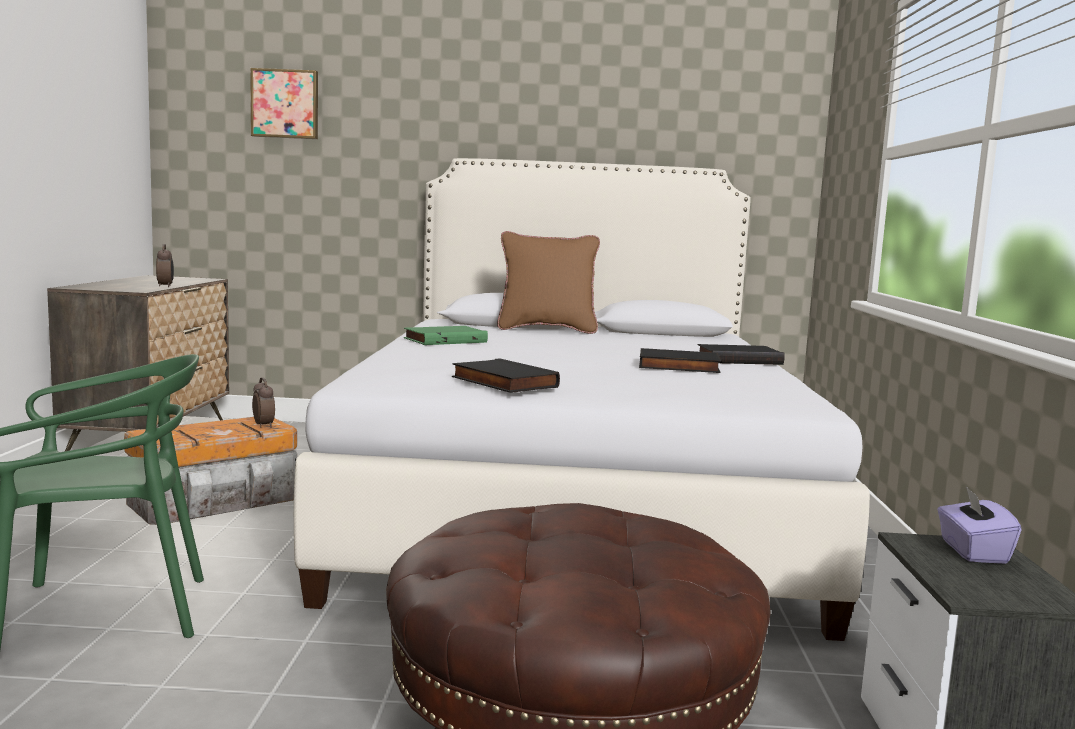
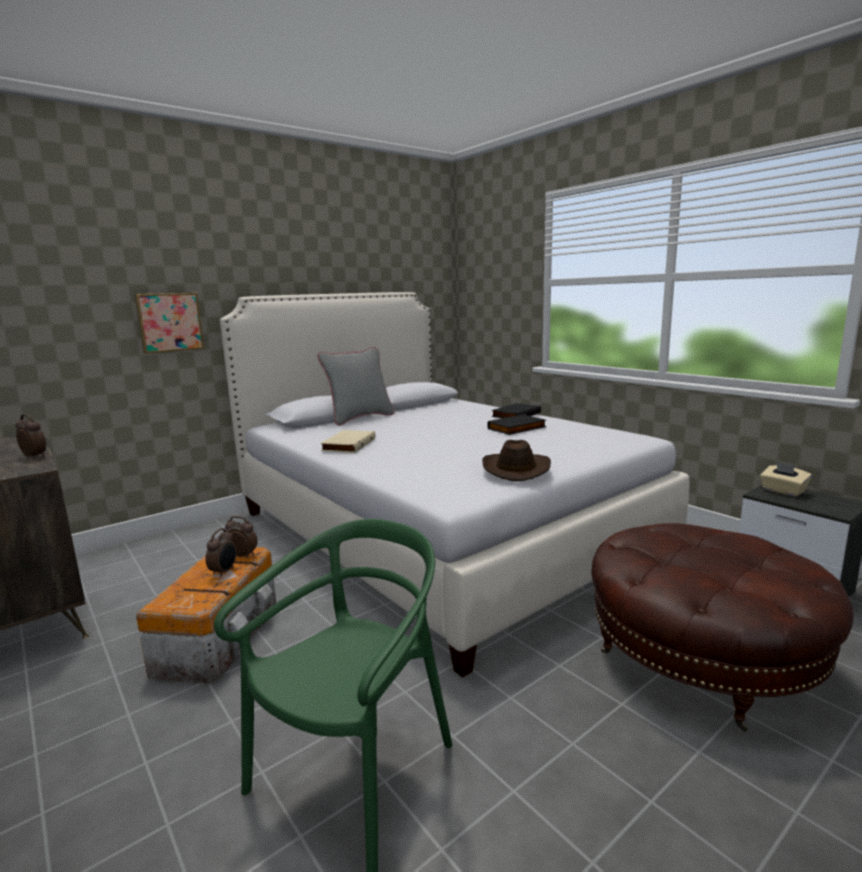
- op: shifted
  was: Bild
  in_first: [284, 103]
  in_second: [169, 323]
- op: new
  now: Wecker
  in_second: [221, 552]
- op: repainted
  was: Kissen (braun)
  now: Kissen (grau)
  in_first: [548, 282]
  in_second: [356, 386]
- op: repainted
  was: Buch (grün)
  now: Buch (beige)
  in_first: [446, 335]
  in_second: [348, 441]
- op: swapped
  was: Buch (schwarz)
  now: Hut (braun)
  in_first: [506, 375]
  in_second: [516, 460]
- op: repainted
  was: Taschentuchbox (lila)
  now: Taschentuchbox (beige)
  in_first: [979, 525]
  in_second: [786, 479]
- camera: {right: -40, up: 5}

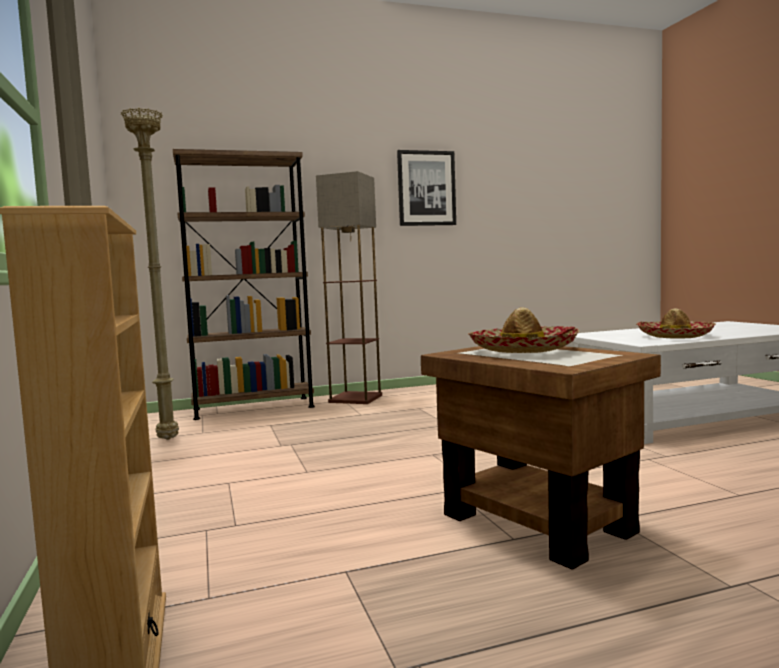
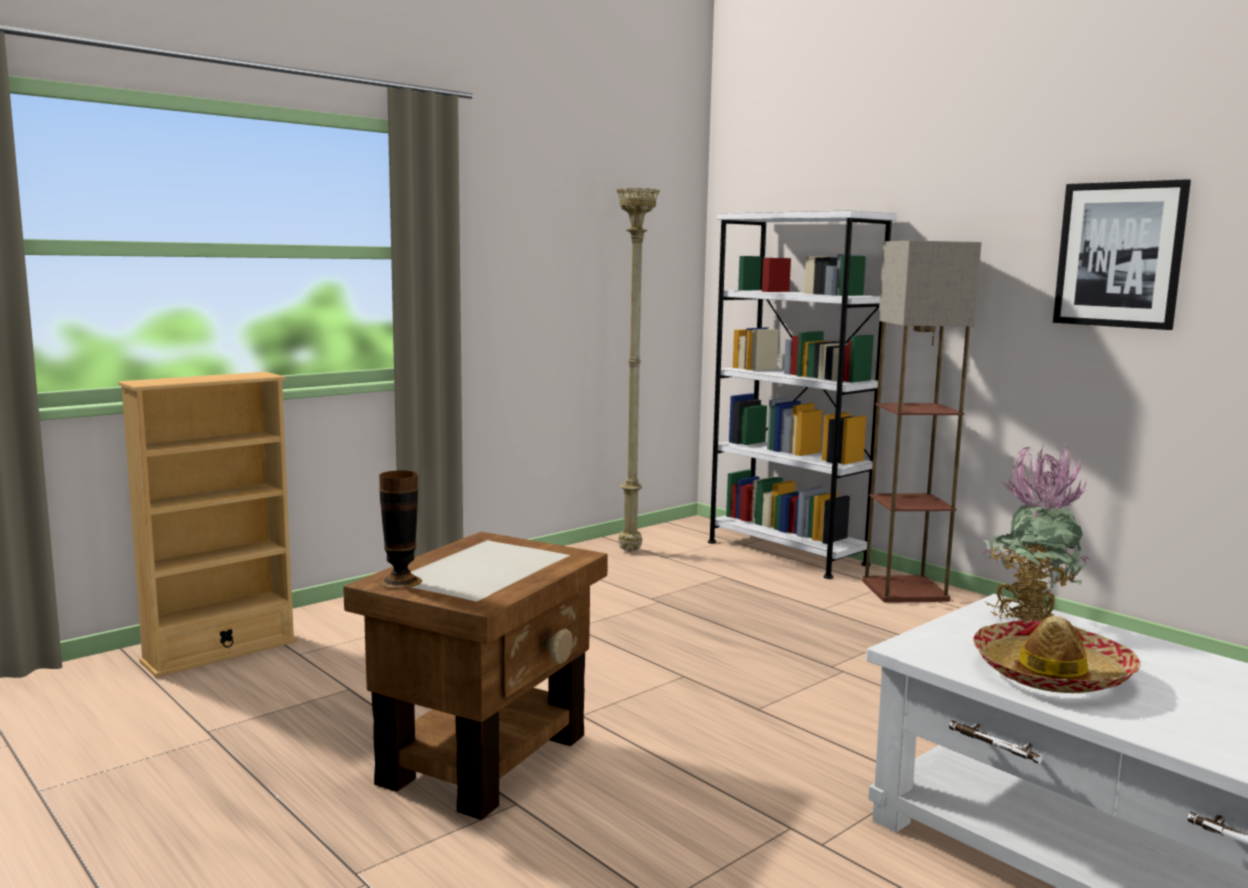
- op: new
  now: Vase
  in_second: [400, 529]
- op: repainted
  was: Bücherregal (braun)
  now: Bücherregal (weiß)
  in_first: [244, 284]
  in_second: [802, 394]
- op: new
  now: Topfpflanze
  in_second: [1036, 532]
- op: gone
  was: Hut
  in_first: [523, 330]
- camera: {right: 65, up: 5}

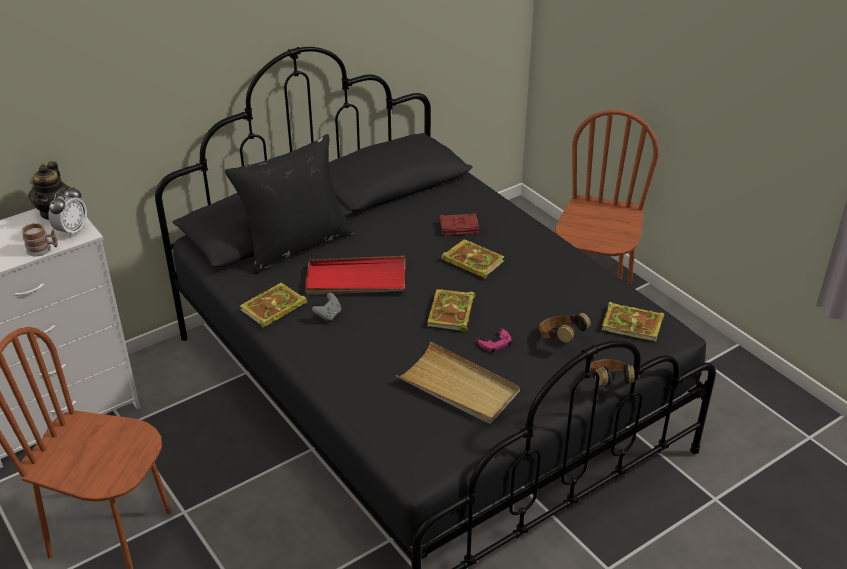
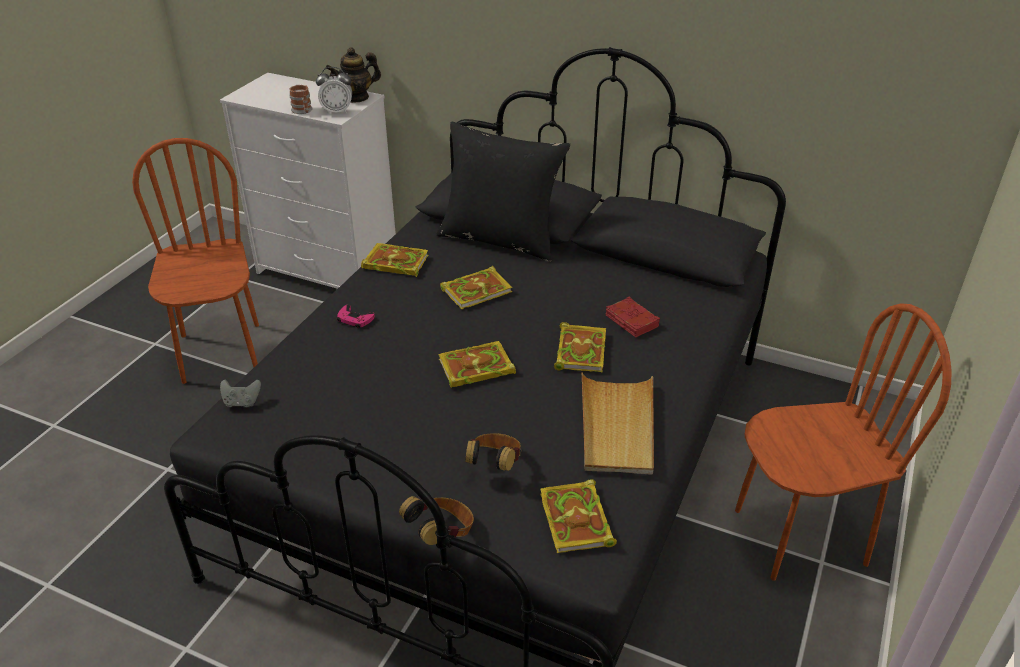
- op: shifted
  was: Gamepad (grau)
  in_first: [326, 307]
  in_second: [240, 393]
- op: shifted
  was: Gamepad (rosa)
  in_first: [495, 340]
  in_second: [356, 316]
- op: swapped
  was: Tablett (rot)
  now: Buch
  in_first: [355, 275]
  in_second: [476, 287]
- op: shifted
  was: Tablett (beige)
  in_first: [457, 383]
  in_second: [618, 423]
- camera: {right: 60, up: 0}

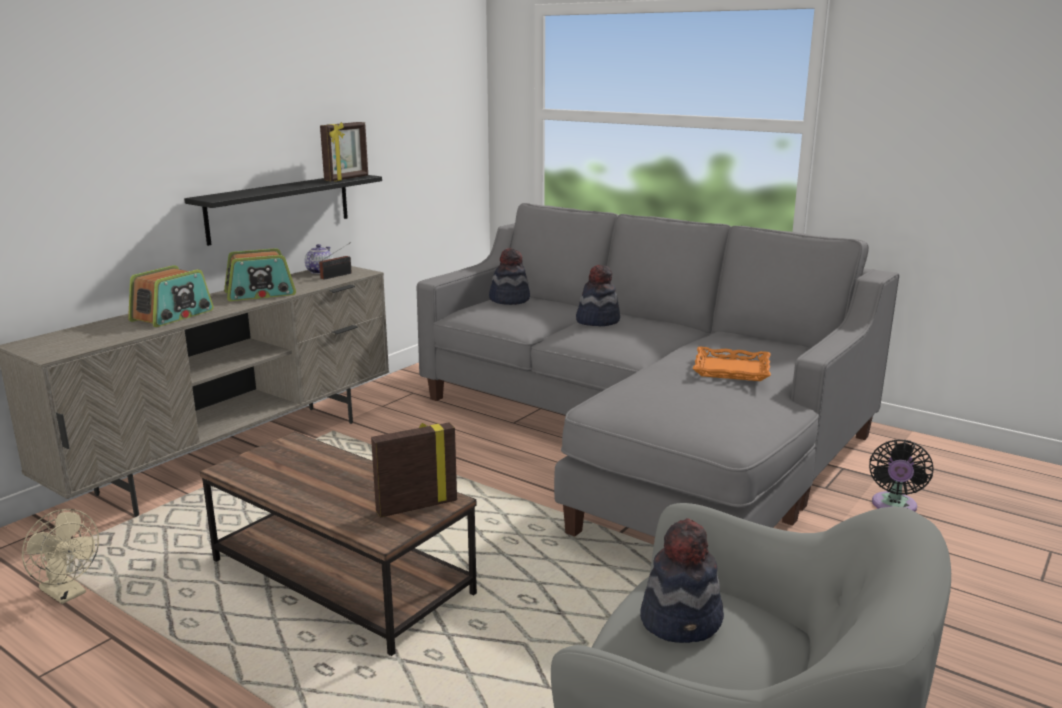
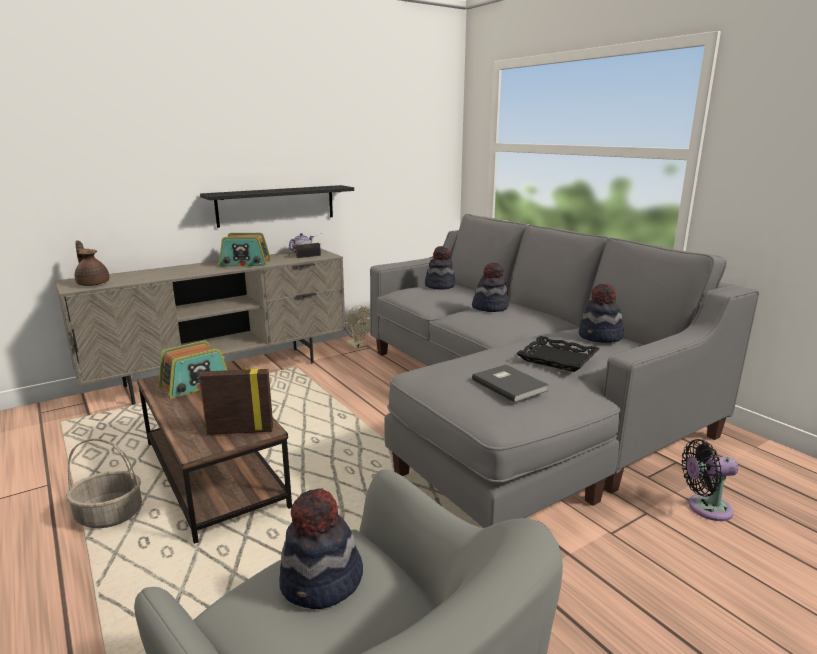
- op: new
  now: Korb
  in_second: [104, 483]
- op: new
  now: Teekanne (braun)
  in_second: [92, 263]
- op: shifted
  was: Radio
  in_first: [171, 296]
  in_second: [193, 369]
- op: shifted
  was: Ventilator (beige)
  in_first: [60, 556]
  in_second: [358, 327]
- op: new
  now: Buch (grau)
  in_second: [510, 383]
- op: repainted
  was: Tablett (orange)
  now: Tablett (schwarz)
  in_first: [732, 363]
  in_second: [558, 354]
- op: new
  now: Hut
  in_second: [601, 313]
- op: rotated
  was: Ventilator (schwarz)
  in_first: [901, 475]
  in_second: [709, 480]
  clockwise: 45
- op: gone
  was: Bilderrahmen
  in_first: [344, 151]
- camera: {right: 20, up: 0}

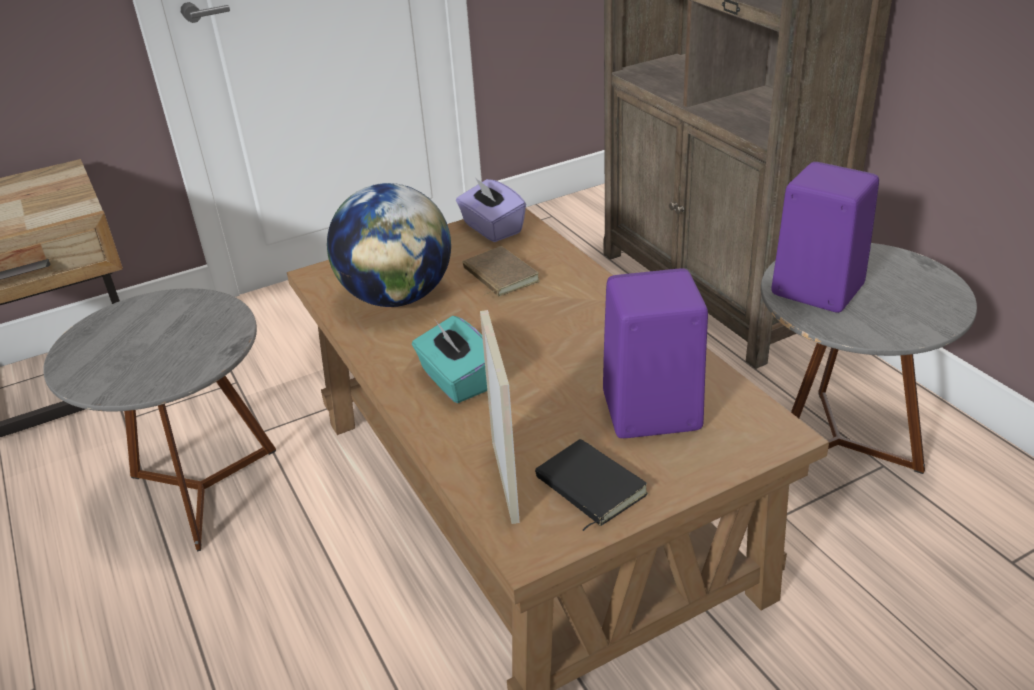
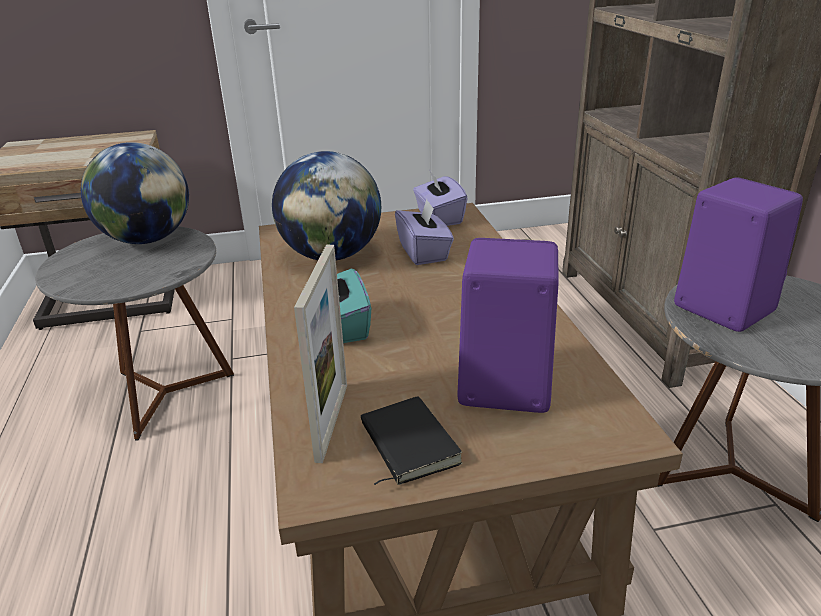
- op: new
  now: Globus
  in_second: [135, 193]
- op: swapped
  was: Buch (braun)
  now: Taschentuchbox (lila)
  in_first: [500, 271]
  in_second: [424, 232]
- camera: {right: 15, up: -5}

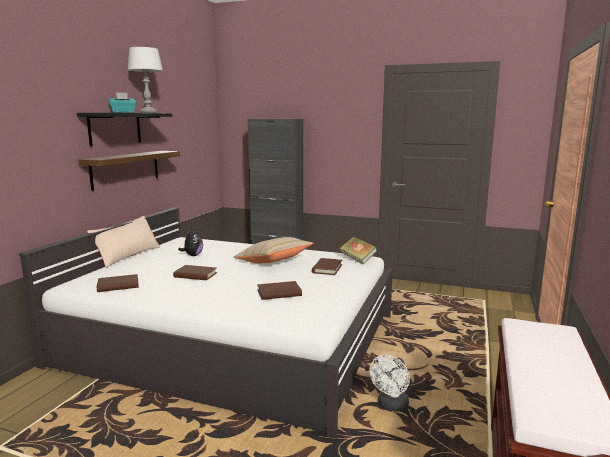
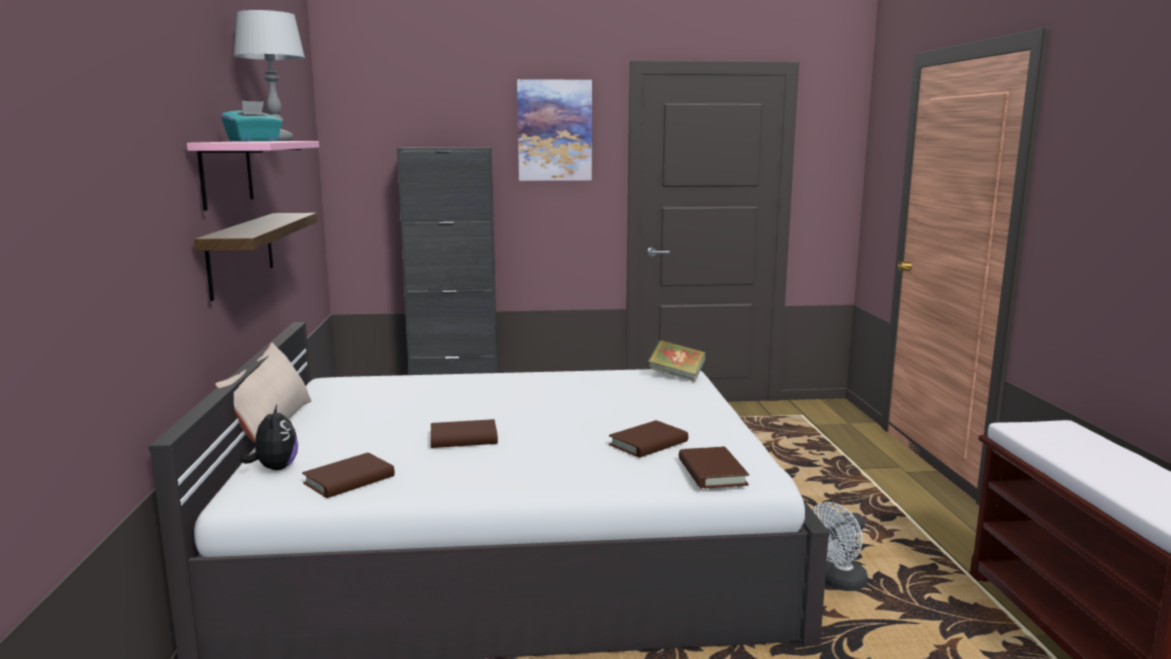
- op: repainted
  was: Wandregal (schwarz)
  now: Wandregal (rosa)
  in_first: [124, 129]
  in_second: [253, 176]
- op: shifted
  was: Plüschtier
  in_first: [190, 242]
  in_second: [269, 437]
- op: new
  now: Bild
  in_second: [554, 130]
- op: shifted
  was: Buch (braun)
  in_first: [327, 266]
  in_second: [714, 468]
- op: rotated
  was: Ventilator (weiß)
  in_first: [389, 383]
  in_second: [840, 546]
  clockwise: 45
- op: gone
  was: Kissen (beige)
  in_first: [273, 250]
- camera: {right: -25, up: 0}

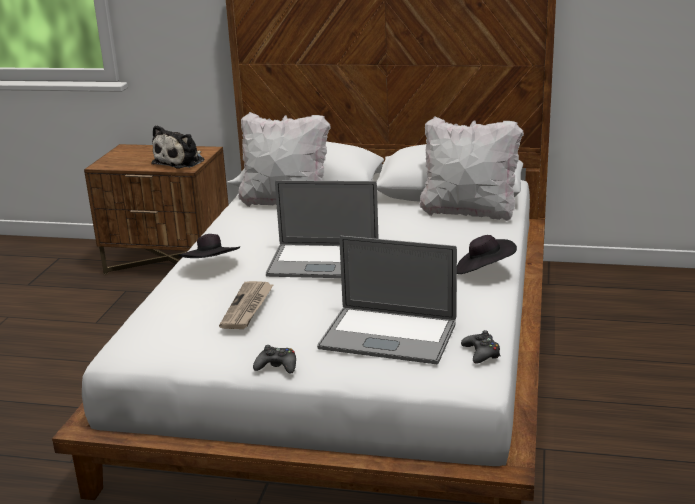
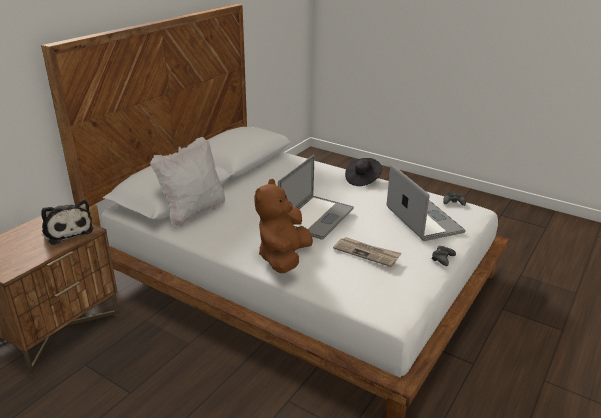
- op: swapped
  was: Hut (schwarz)
  now: Plüschtier (braun)
  in_first: [209, 246]
  in_second: [283, 226]
- op: rotated
  was: Laptop
  in_first: [387, 300]
  in_second: [426, 202]
  clockwise: -60
- op: gone
  was: Kissen (weiß)
  in_first: [471, 168]
- camera: {right: -70, up: 5}

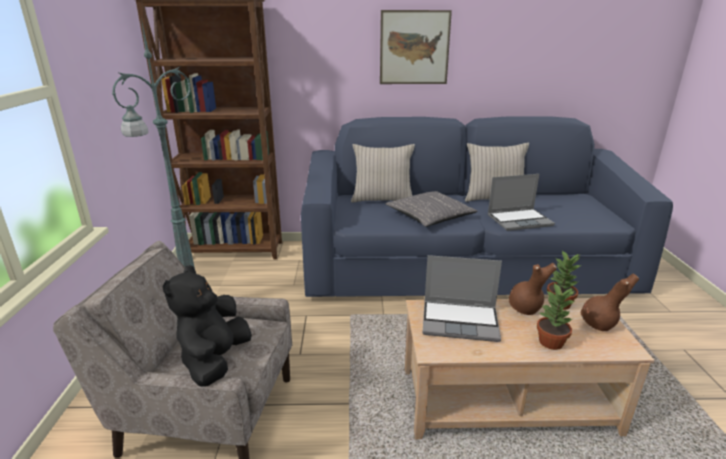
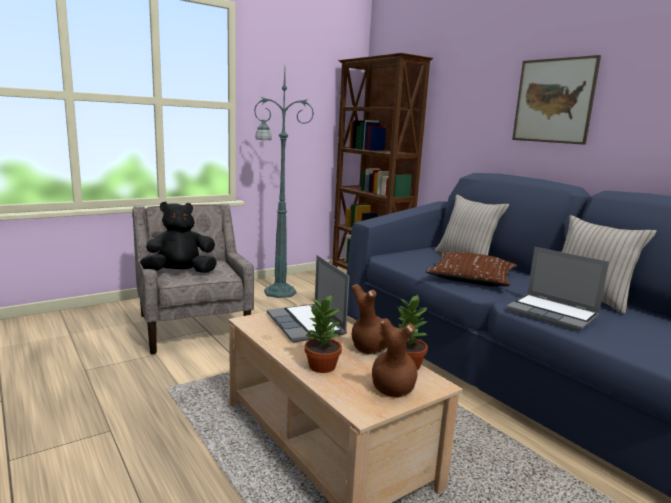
- op: repainted
  was: Kissen (grau)
  now: Kissen (braun)
  in_first: [431, 209]
  in_second: [471, 269]
- camera: {right: 55, up: -10}

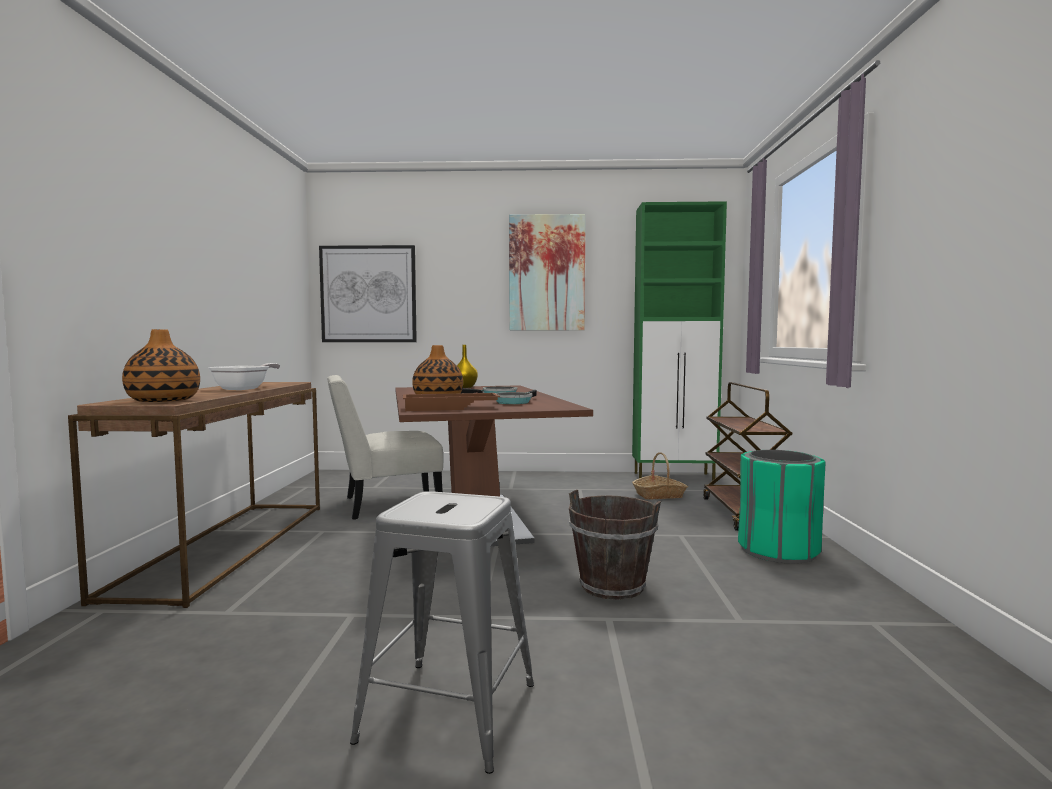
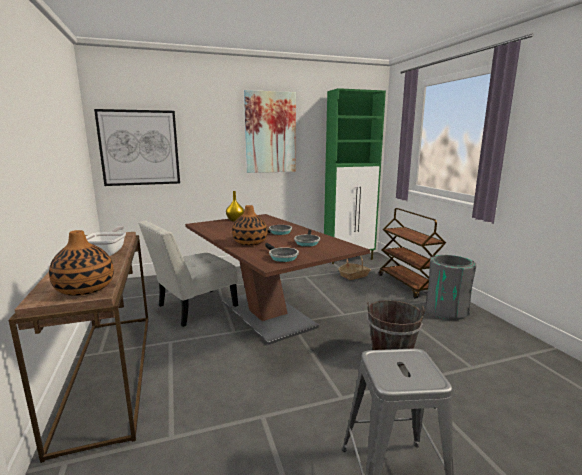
- op: swapped
  was: Tablett (braun)
  now: Pfanne
  in_first: [451, 402]
  in_second: [282, 252]
- op: repainted
  was: Mülleimer (grün)
  now: Mülleimer (grau)
  in_first: [781, 507]
  in_second: [450, 287]
- camera: {right: -20, up: 10}

